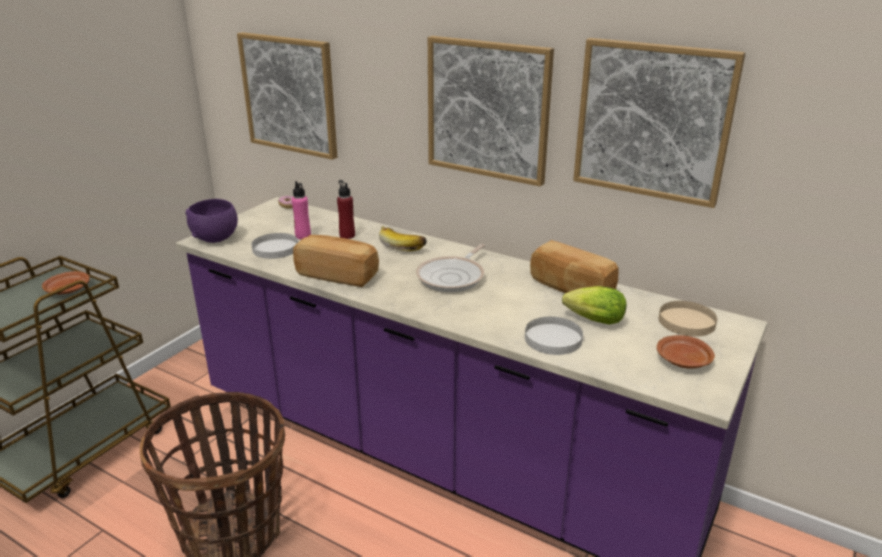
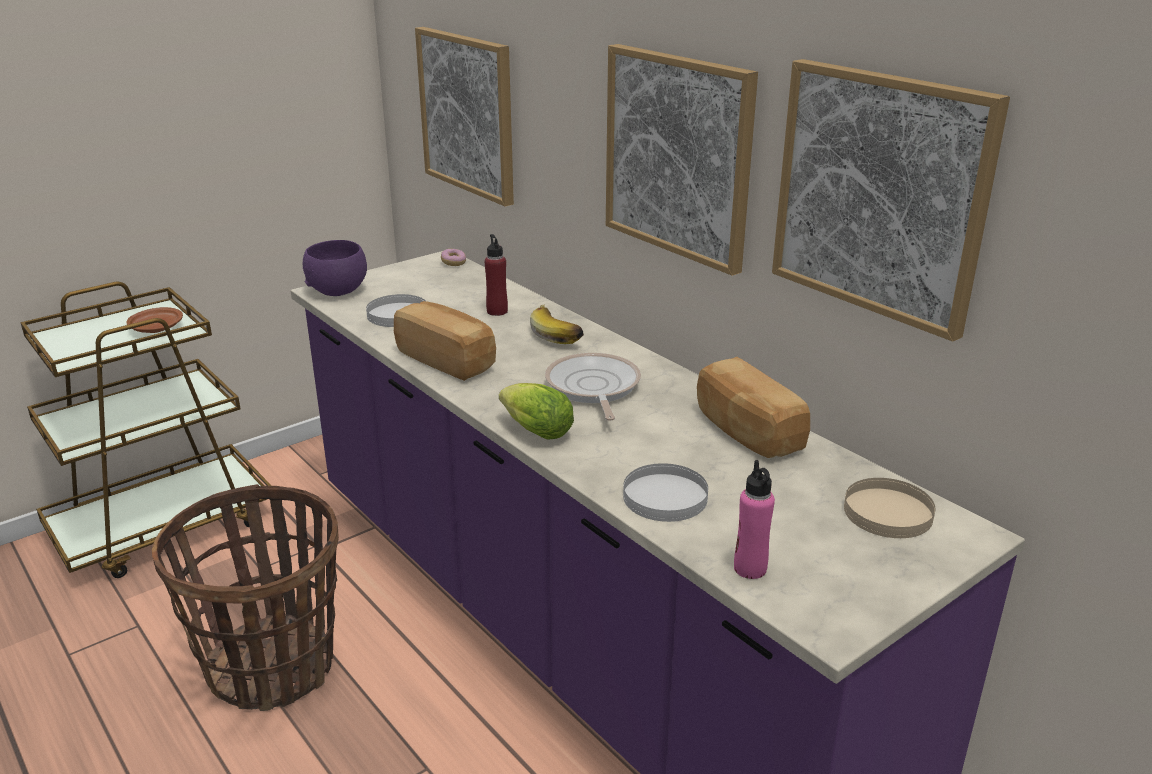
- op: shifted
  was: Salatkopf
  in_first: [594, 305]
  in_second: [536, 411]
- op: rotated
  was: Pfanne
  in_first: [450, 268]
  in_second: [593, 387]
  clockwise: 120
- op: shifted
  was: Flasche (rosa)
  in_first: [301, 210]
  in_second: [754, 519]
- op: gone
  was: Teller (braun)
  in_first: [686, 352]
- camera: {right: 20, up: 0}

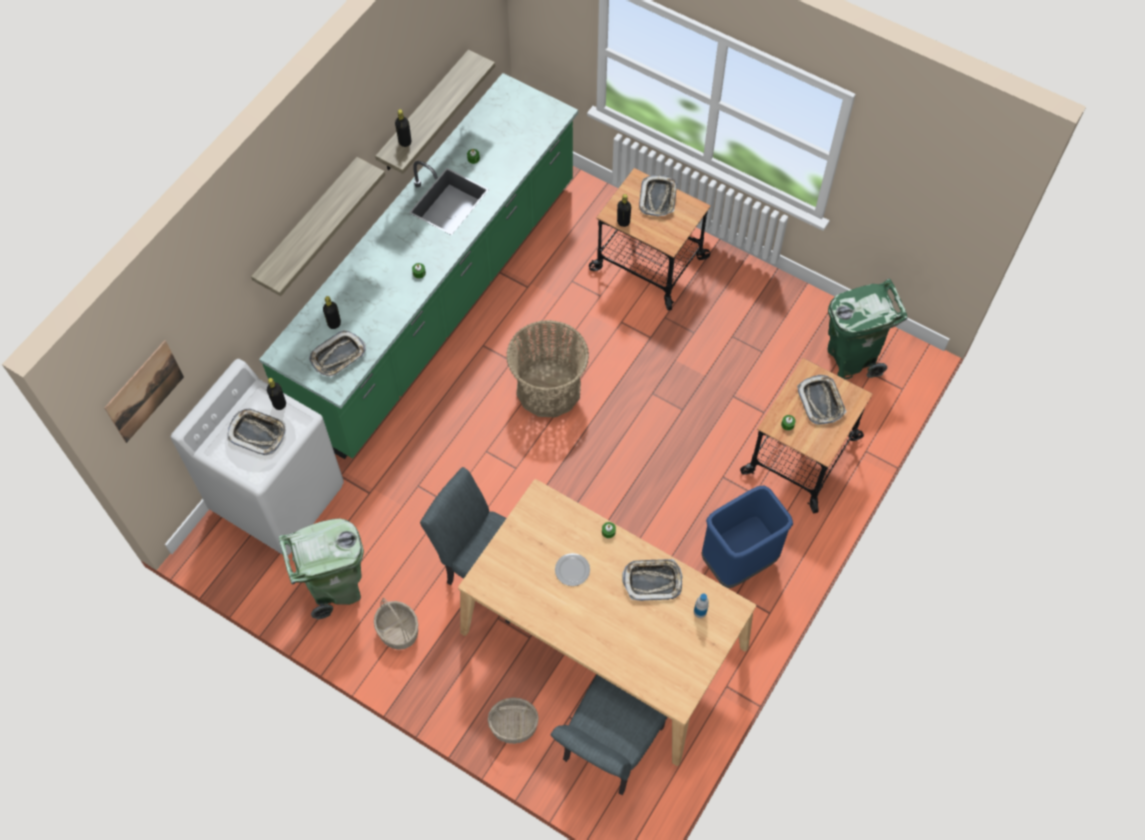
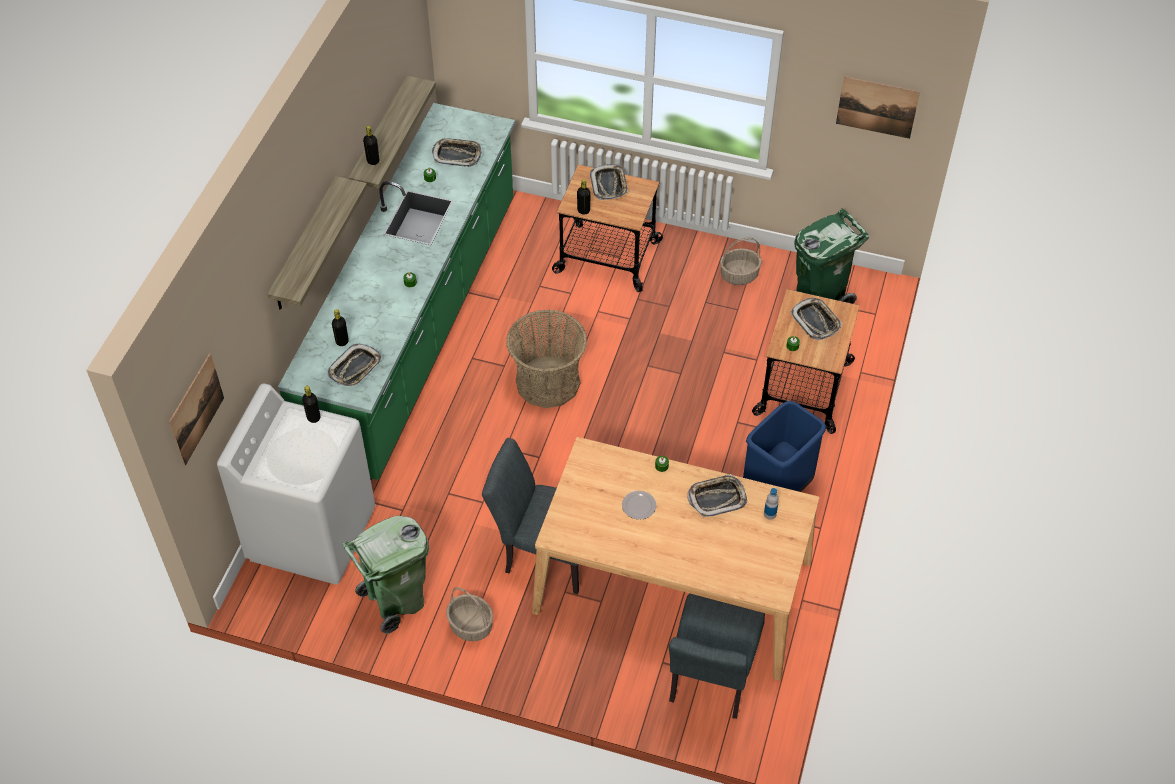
- op: shifted
  was: Tablett
  in_first: [256, 432]
  in_second: [457, 152]
- op: shifted
  was: Korb
  in_first: [513, 720]
  in_second: [741, 261]
- op: new
  now: Bild
  in_second: [878, 108]
- camera: {right: -15, up: -10}

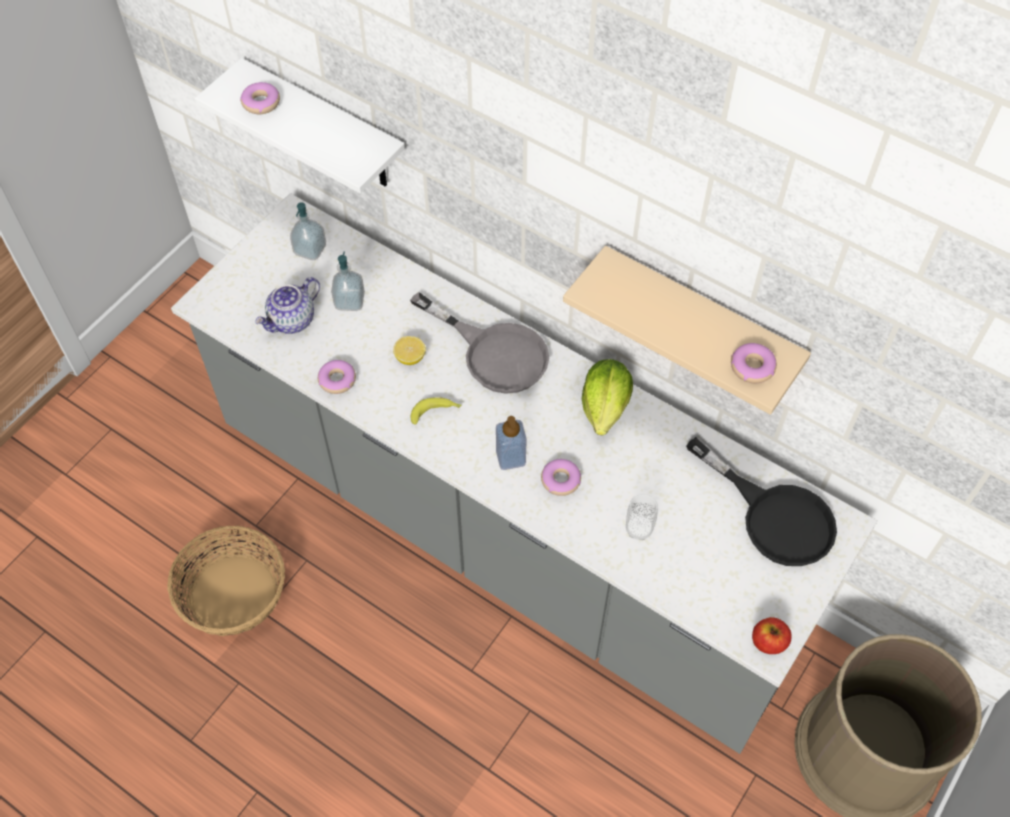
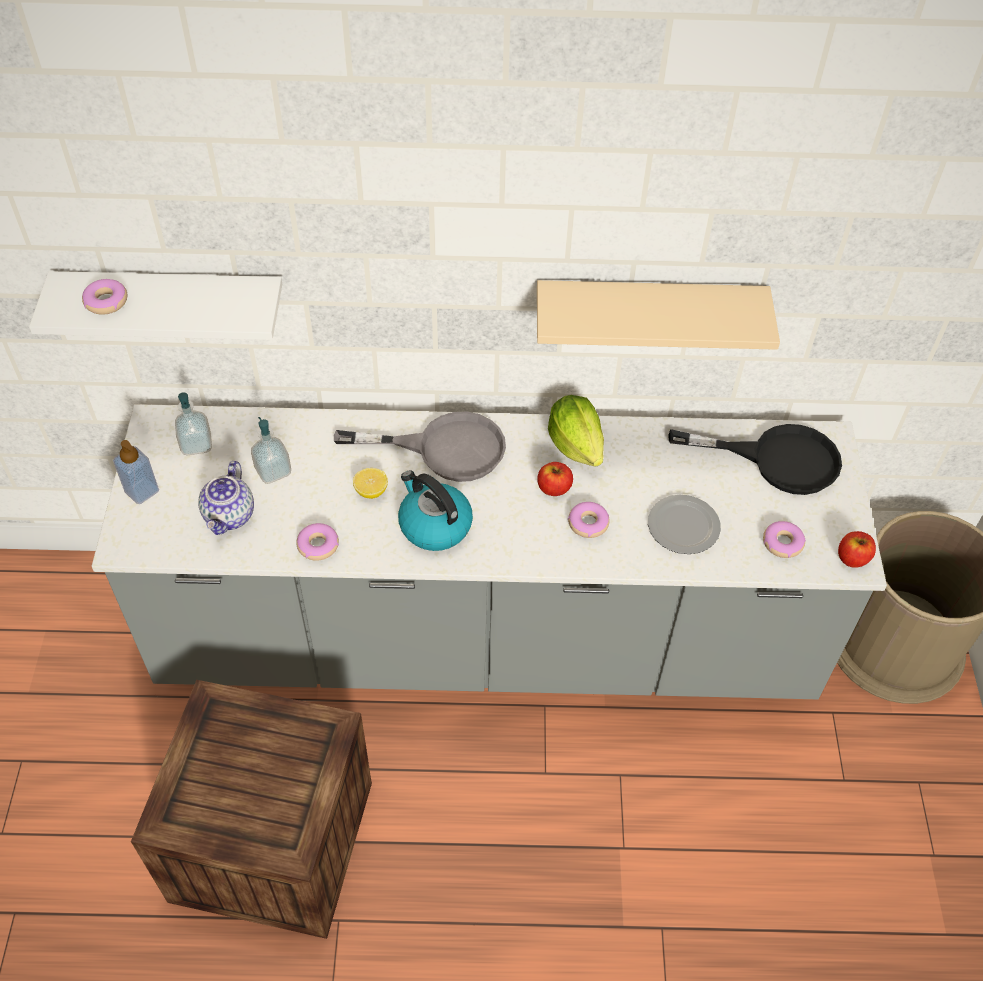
- op: shifted
  was: Seifenspender
  in_first: [511, 443]
  in_second: [136, 472]
- op: swapped
  was: Korb
  now: Kiste
  in_first: [226, 581]
  in_second: [251, 809]
- op: swapped
  was: Banane
  now: Wasserkessel
  in_first: [436, 410]
  in_second: [435, 510]
- op: new
  now: Apfel
  in_second: [555, 479]
- op: swapped
  was: Tasse
  now: Teller
  in_first: [642, 517]
  in_second: [684, 524]
- op: shifted
  was: Donut
  in_first: [754, 363]
  in_second: [784, 539]
- camera: {right: -35, up: -5}

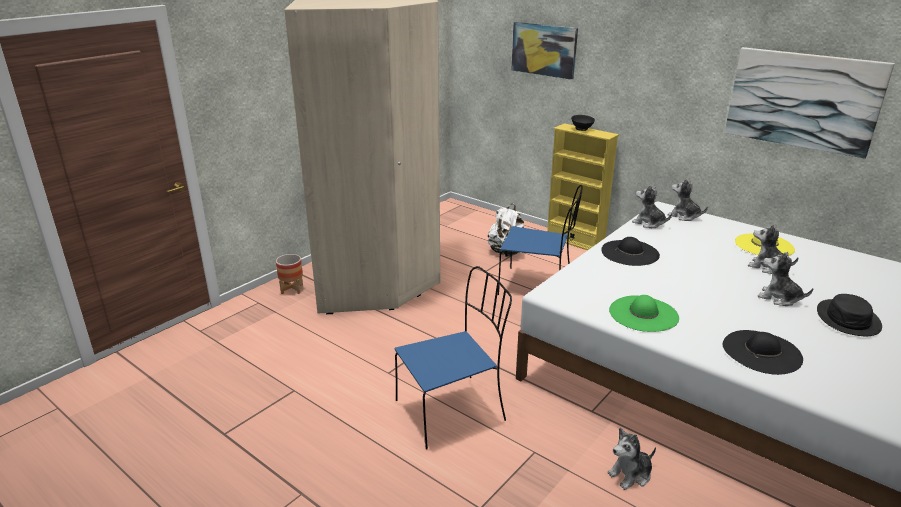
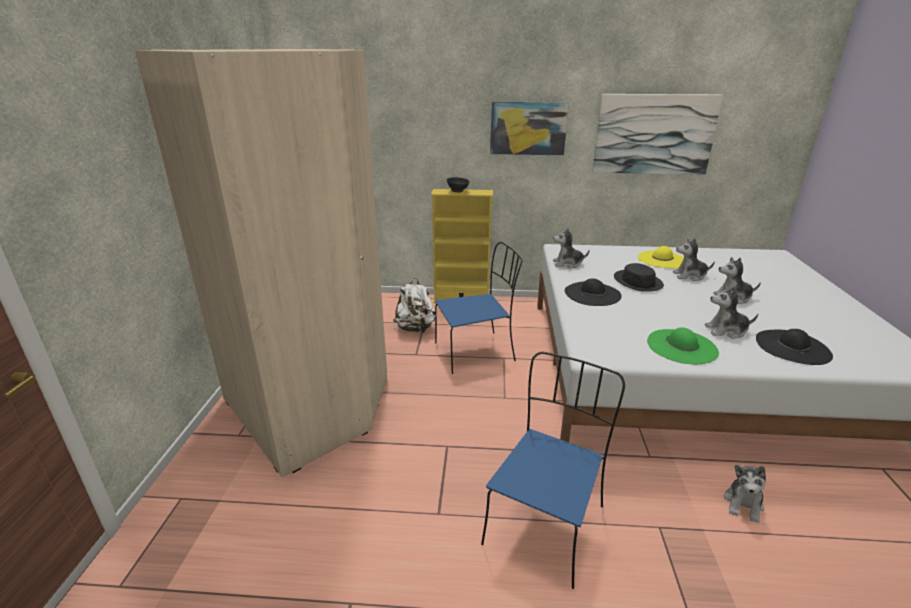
- op: shifted
  was: Bild
  in_first: [545, 51]
  in_second: [529, 128]
- op: shifted
  was: Hut (schwarz)
  in_first: [849, 315]
  in_second: [639, 277]
- op: shifted
  was: Plüschtier
  in_first: [688, 199]
  in_second: [731, 312]
- op: gone
  was: Pflanzkübel
  in_first: [289, 274]
- camera: {right: -35, up: 0}

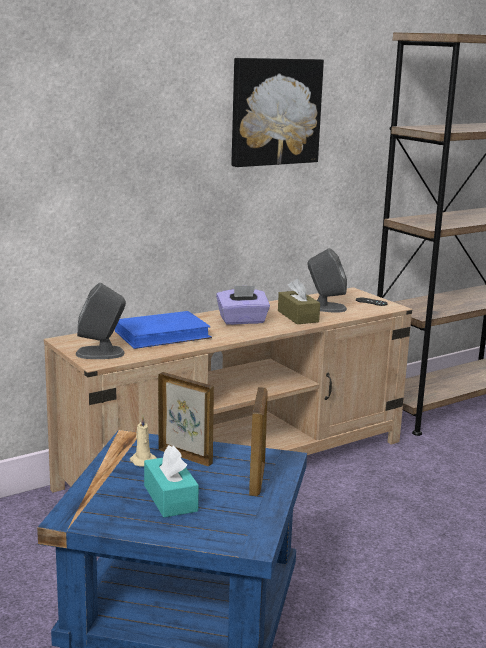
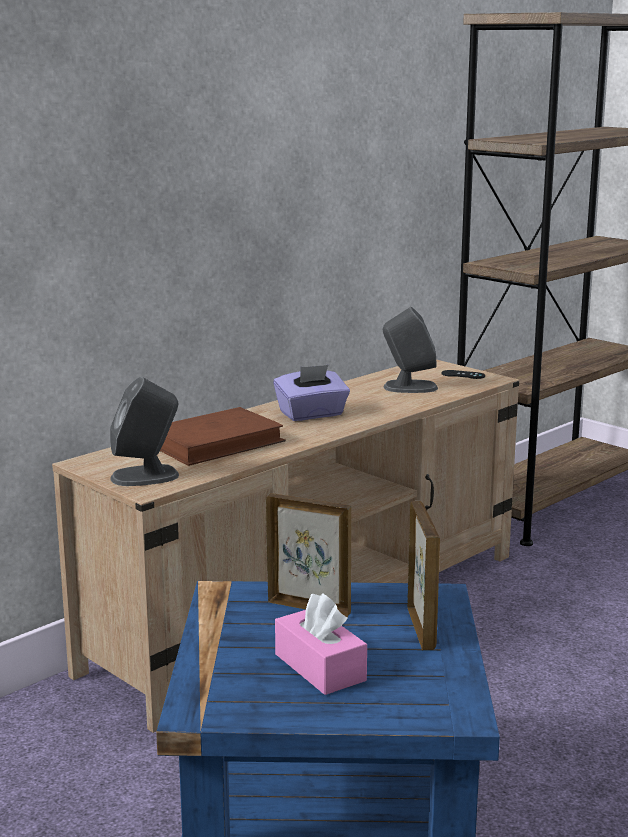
- op: repainted
  was: Buch (blau)
  now: Buch (braun)
  in_first: [163, 330]
  in_second: [223, 436]
- op: repainted
  was: Taschentuchbox (türkis)
  now: Taschentuchbox (rosa)
  in_first: [171, 481]
  in_second: [321, 644]
- op: gone
  was: Kerze (beige)
  in_first: [143, 441]
- op: gone
  was: Bild
  in_first: [277, 112]
- op: gone
  was: Taschentuchbox (braun)
  in_first: [299, 301]
- camera: {right: -10, up: 0}

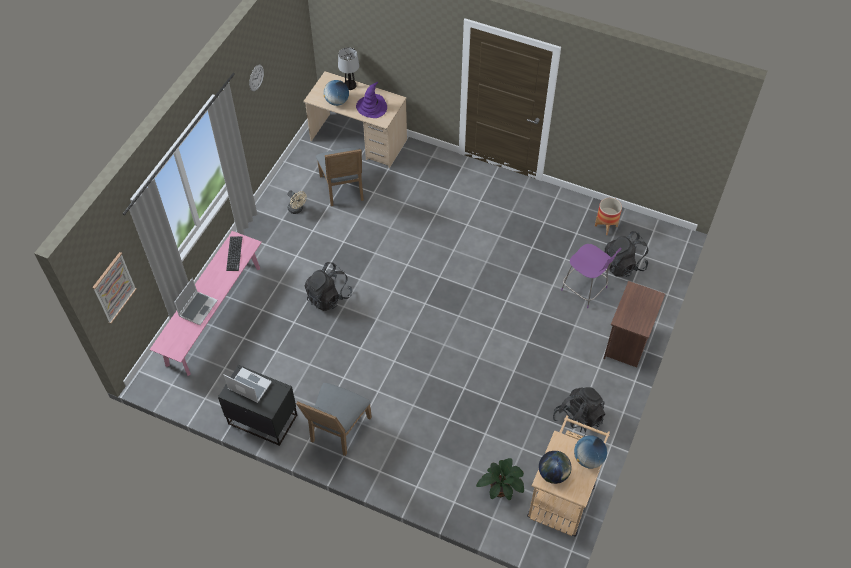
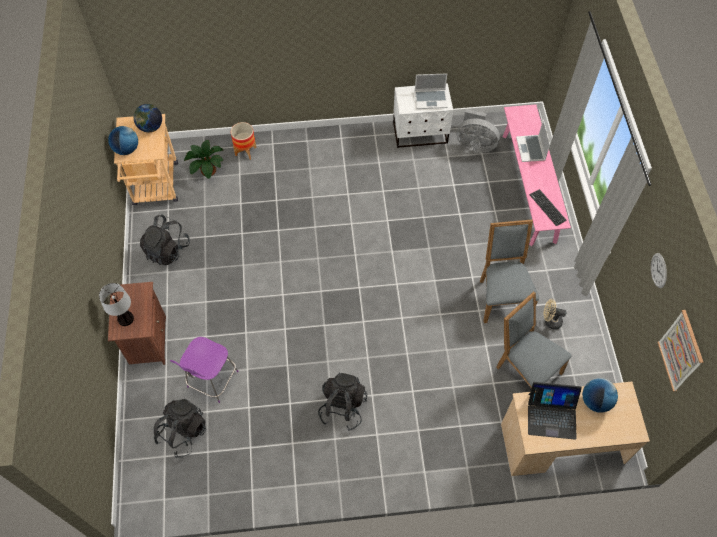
- op: shifted
  was: Tischlampe
  in_first: [348, 68]
  in_second: [116, 304]
- op: rotated
  was: Stuhl (lila)
  in_first: [591, 276]
  in_second: [204, 370]
  clockwise: -75
- op: shifted
  was: Pflanzkübel
  in_first: [608, 216]
  in_second: [243, 141]
- op: shifted
  was: Rucksack (schwarz)
  in_first: [328, 286]
  in_second: [342, 402]
- op: repainted
  was: Nachttisch (schwarz)
  now: Nachttisch (weiß)
  in_first: [257, 405]
  in_second: [423, 115]
- op: new
  now: Ventilator (grau)
  in_second: [478, 130]
- op: shifted
  was: Stuhl (grau)
  in_first: [334, 419]
  in_second: [509, 271]
- op: swapped
  was: Hut (lila)
  now: Laptop
  in_first: [371, 100]
  in_second: [555, 411]
- op: shifted
  was: Bild
  in_first: [114, 288]
  in_second: [680, 351]
- camera: {right: 150, up: 5}

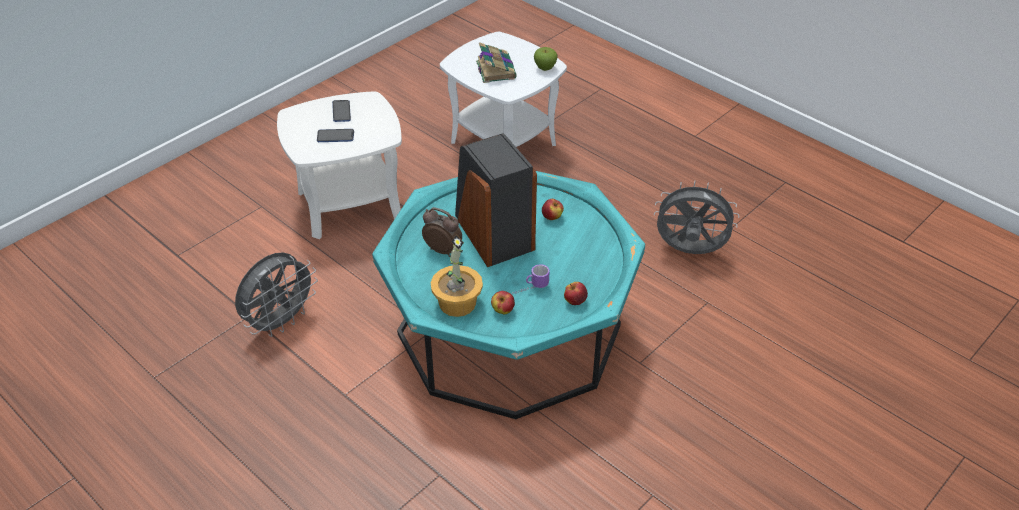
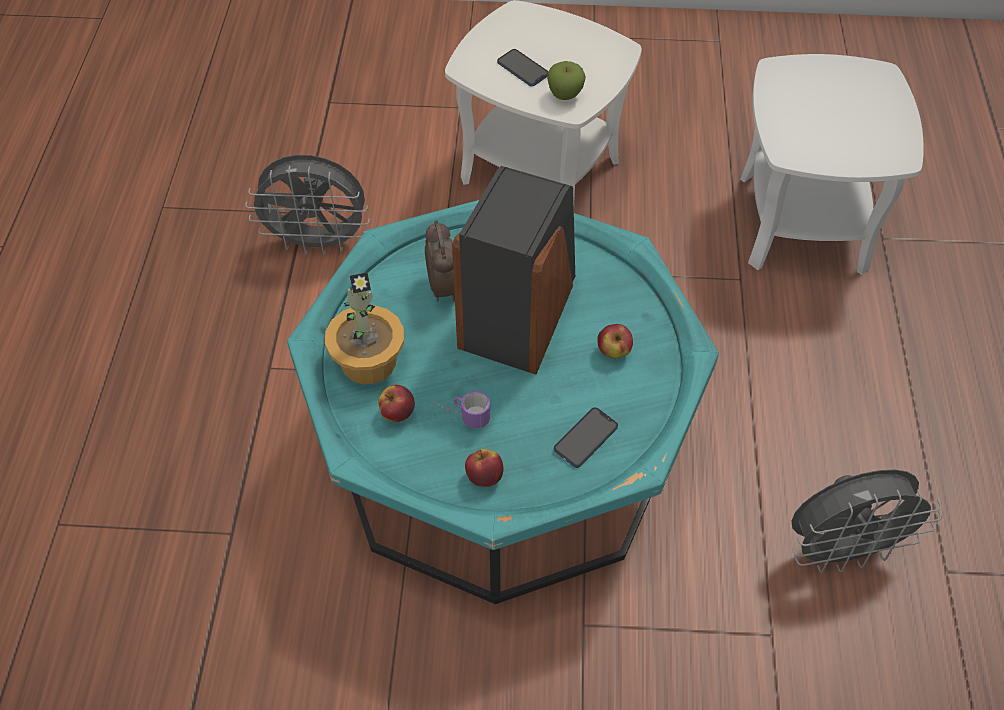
- op: shifted
  was: Apfel
  in_first: [546, 59]
  in_second: [566, 80]
- op: shifted
  was: Handy
  in_first: [341, 111]
  in_second: [586, 437]
- op: rotated
  was: Ventilator (grau)
  in_first: [696, 217]
  in_second: [866, 521]
  clockwise: 105
- op: gone
  was: Buch
  in_first: [496, 62]
- camera: {right: 50, up: 10}

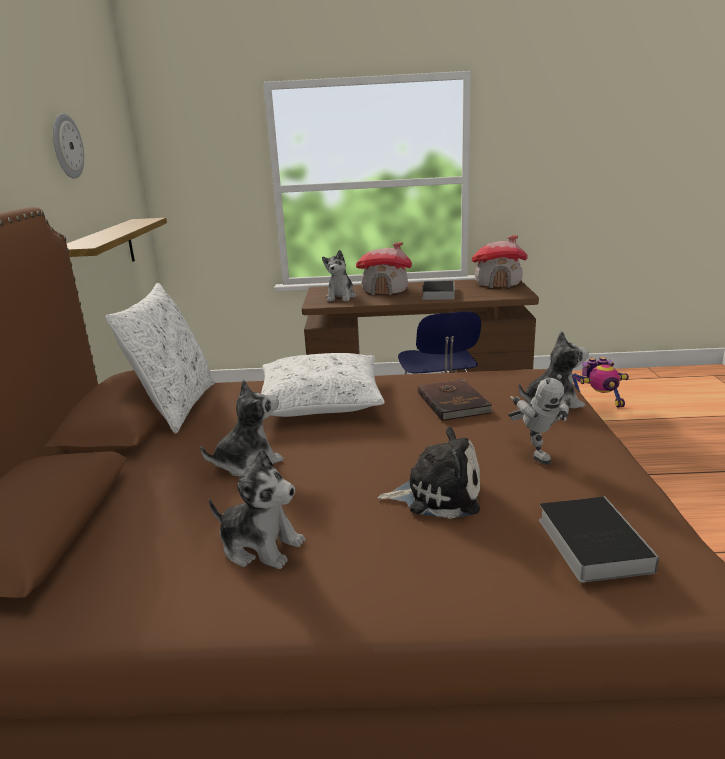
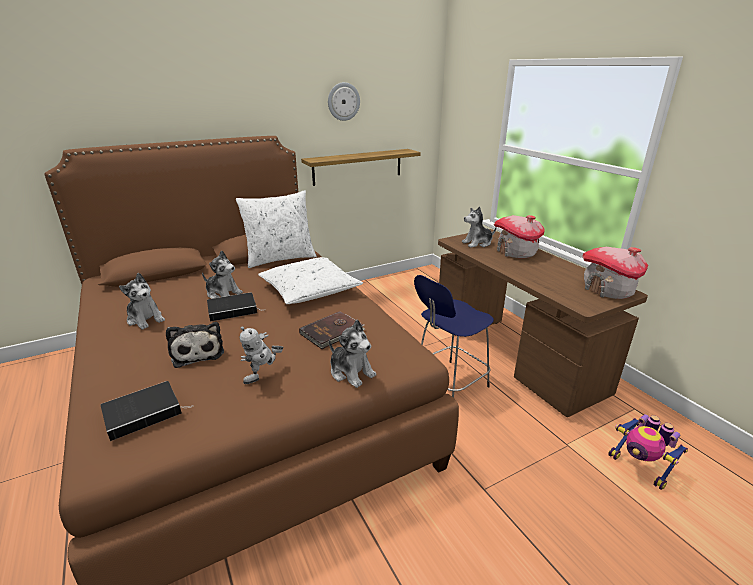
- op: rotated
  was: Plüschtier
  in_first: [257, 509]
  in_second: [142, 301]
  clockwise: -45
- op: shifted
  was: Buch
  in_first: [438, 290]
  in_second: [236, 307]
- camera: {right: 60, up: 5}

